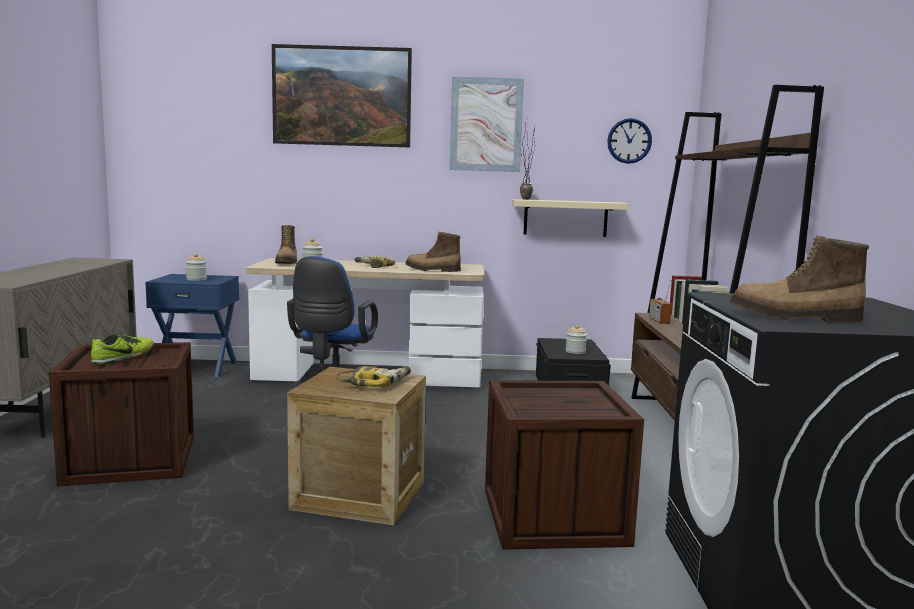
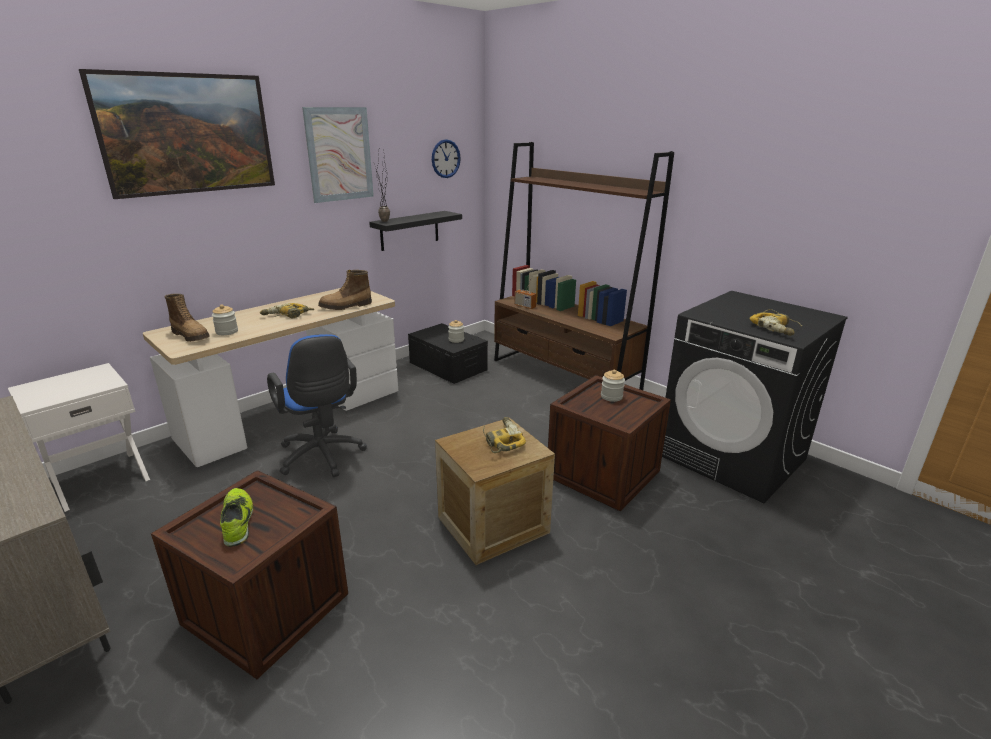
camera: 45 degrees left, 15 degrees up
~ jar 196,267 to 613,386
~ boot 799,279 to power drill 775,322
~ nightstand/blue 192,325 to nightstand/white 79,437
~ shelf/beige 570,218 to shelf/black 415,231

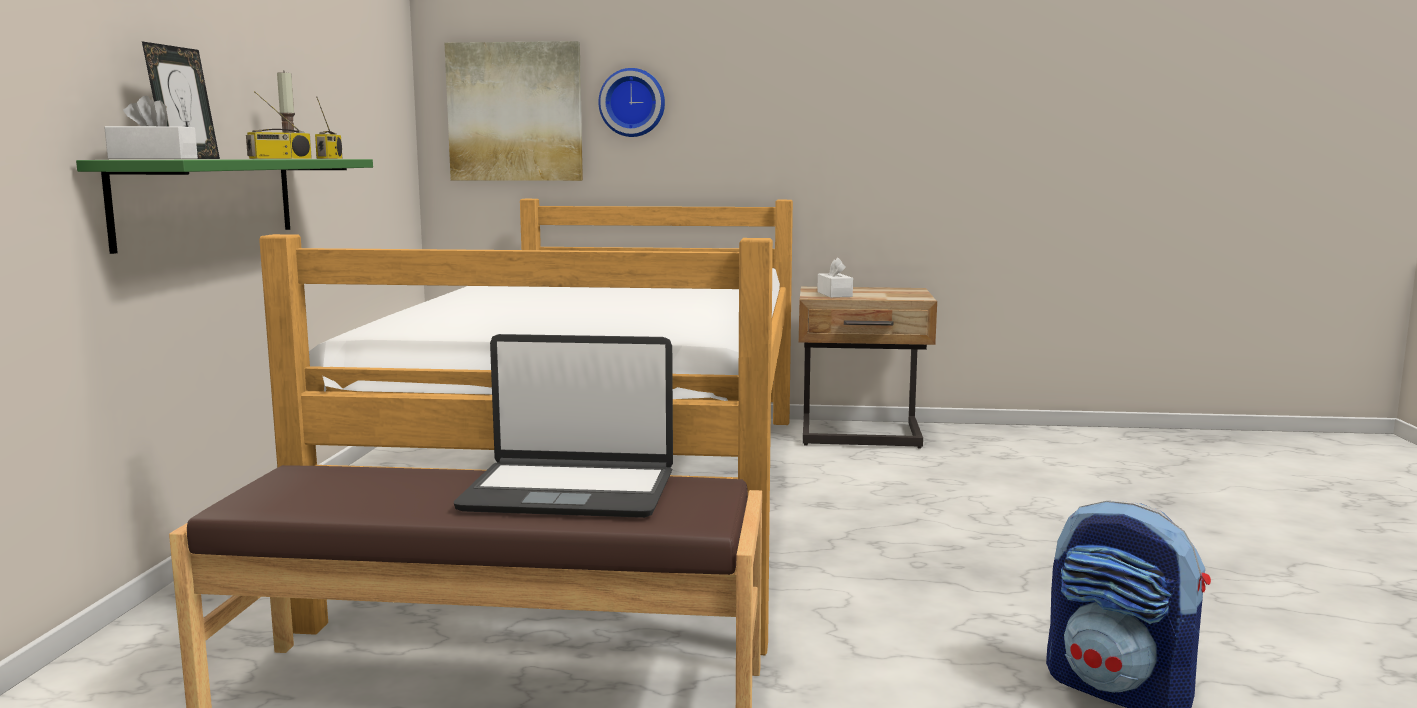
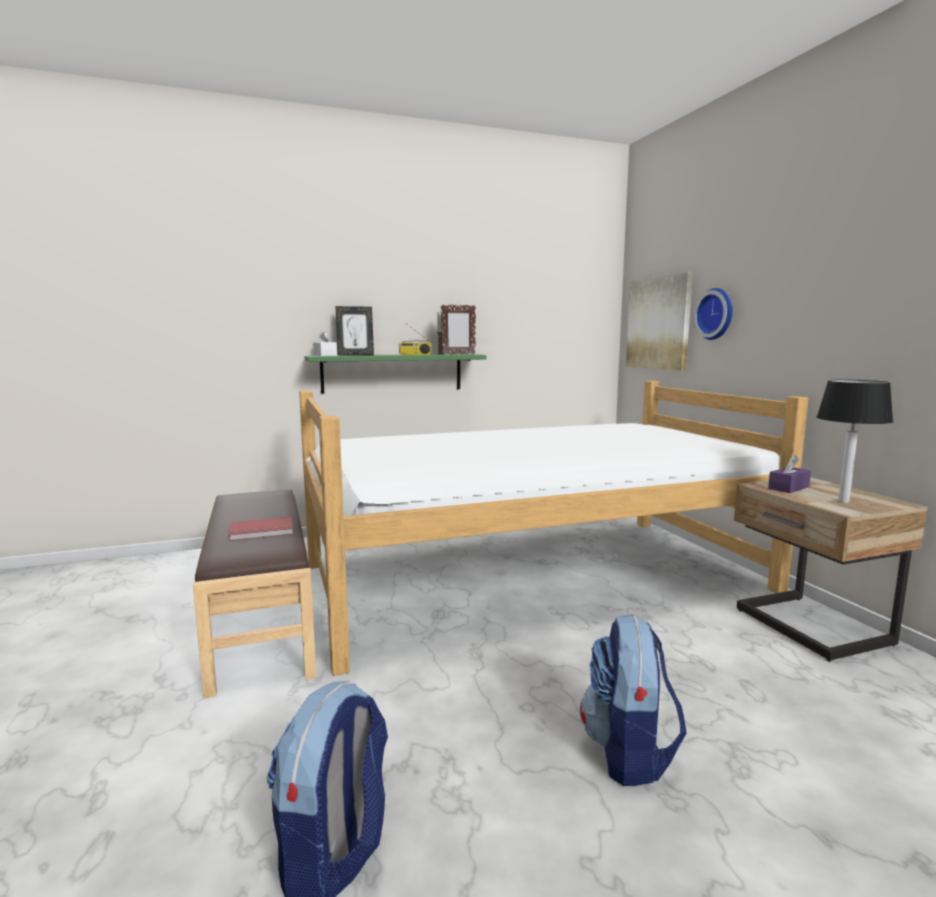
camera: 65 degrees right, 0 degrees up
+ backpack 633,700
+ table lamp 855,441
~ radio 328,127 to picture frame 458,330
~ laptop 563,426 to book/red 261,529
~ tissue box/white 835,277 to tissue box/purple 789,473

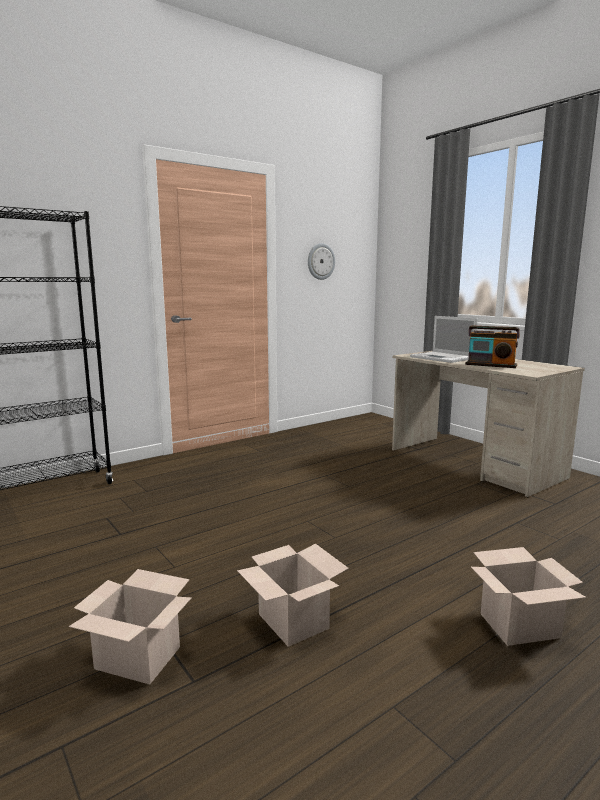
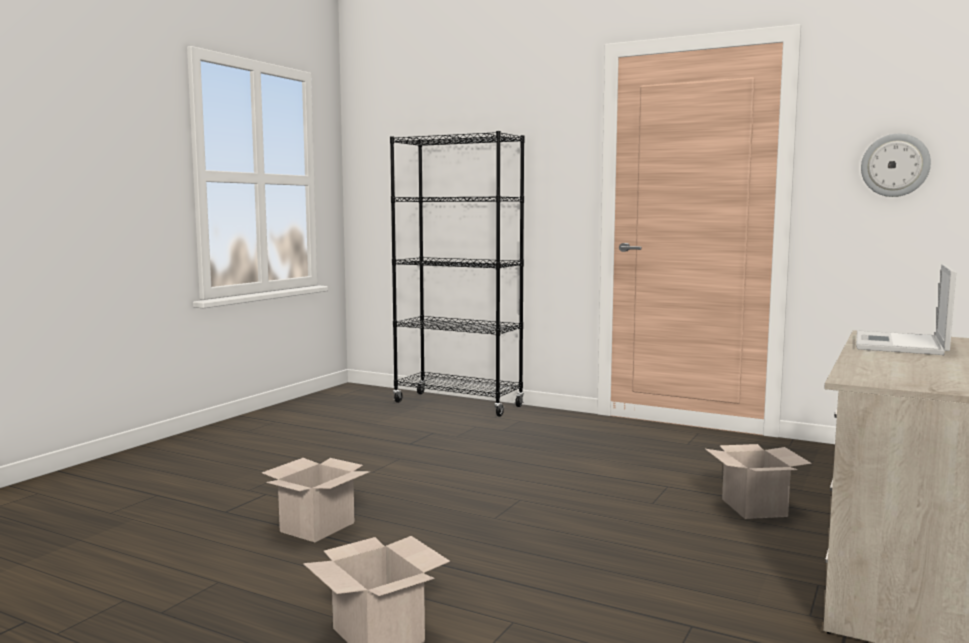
camera: 65 degrees right, 5 degrees down
- radio 492,347
~ cardboard box 130,627 to 758,481

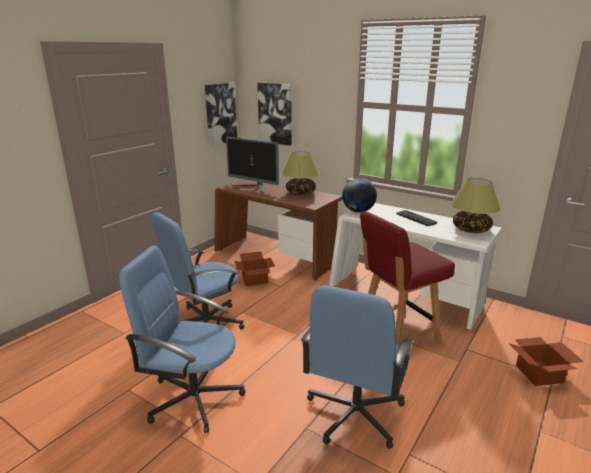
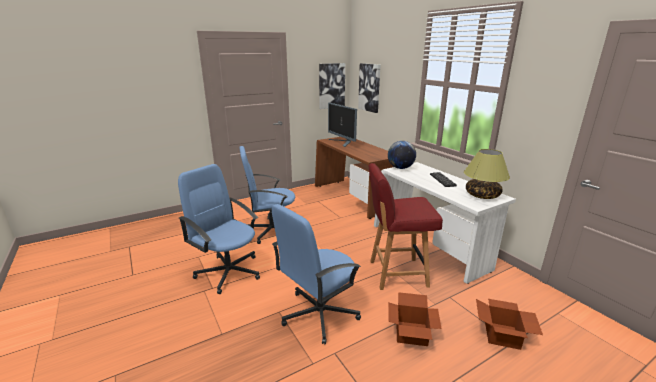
camera: 25 degrees right, 0 degrees up
- table lamp 301,173
~ cardboard box 254,268 to 415,319

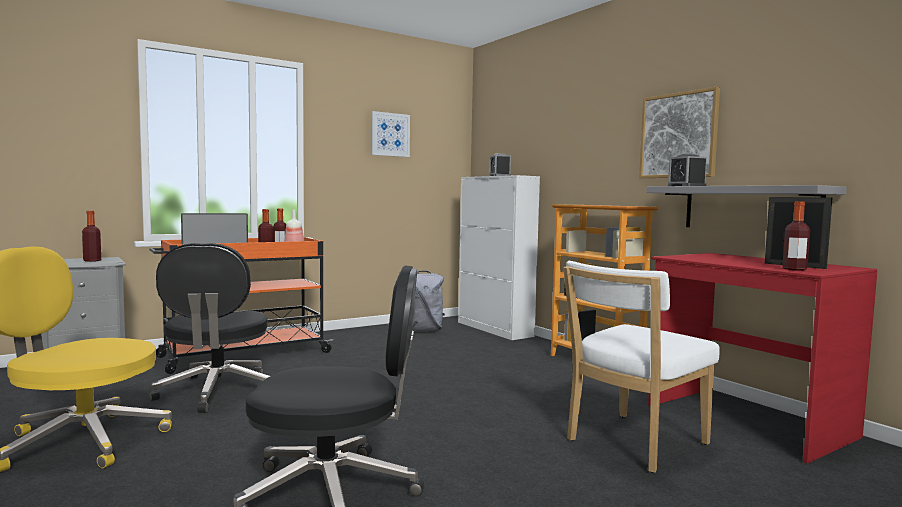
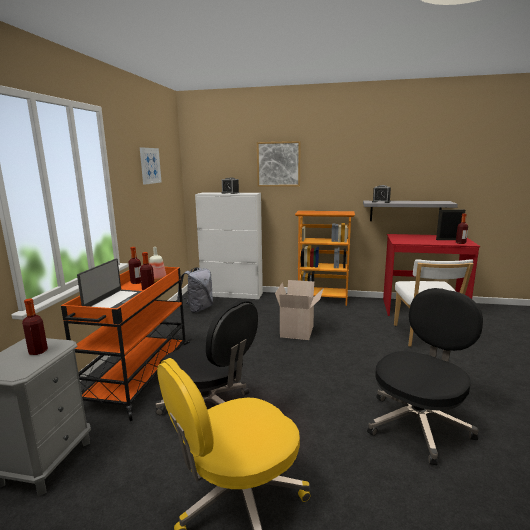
camera: 45 degrees left, 10 degrees up
+ cardboard box 299,310
~ picture 679,132 to 279,164

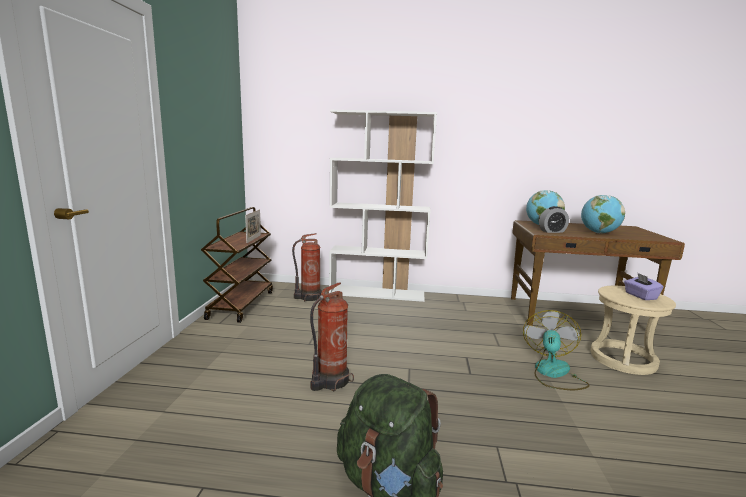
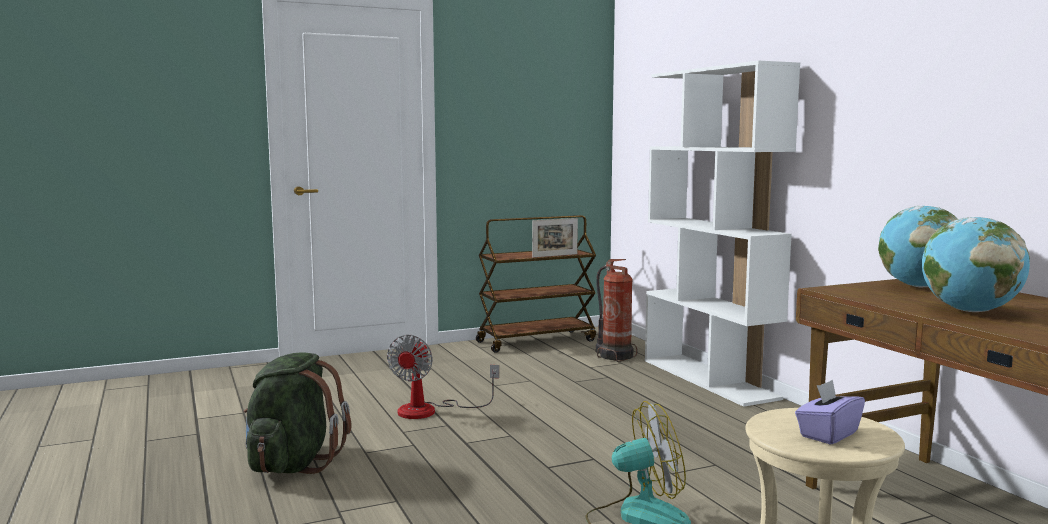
camera: 60 degrees right, 5 degrees down
- alarm clock 554,219
~ fire extinguisher 332,336 to fan 443,377

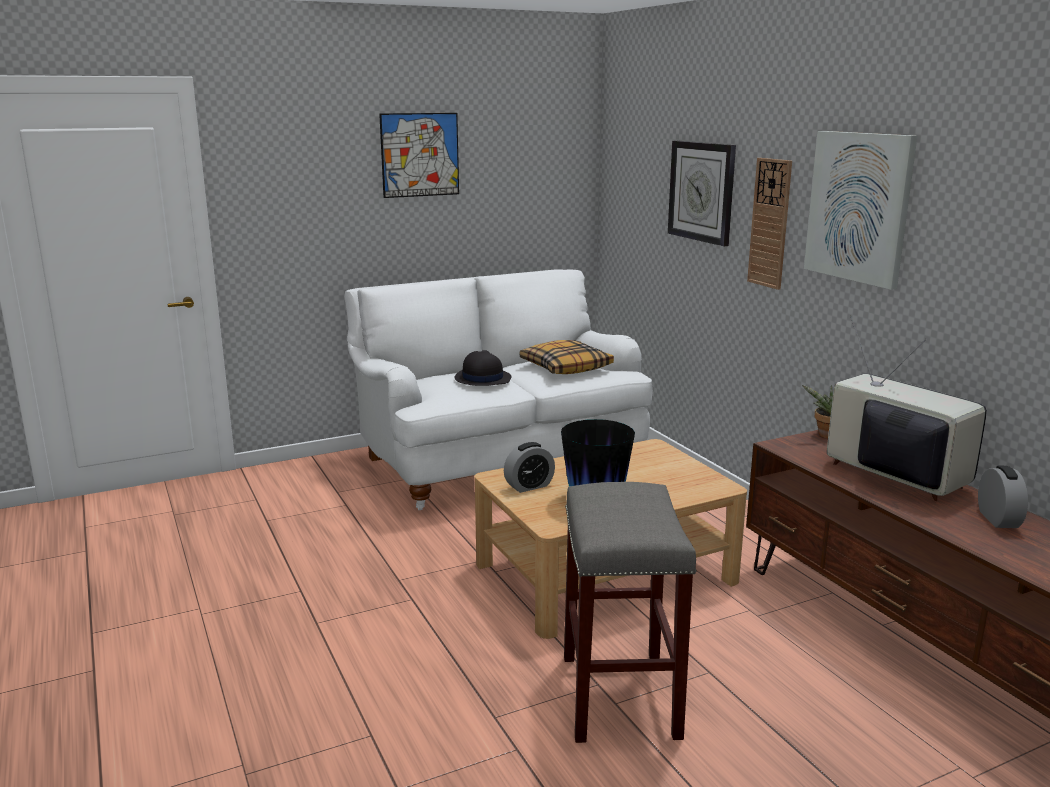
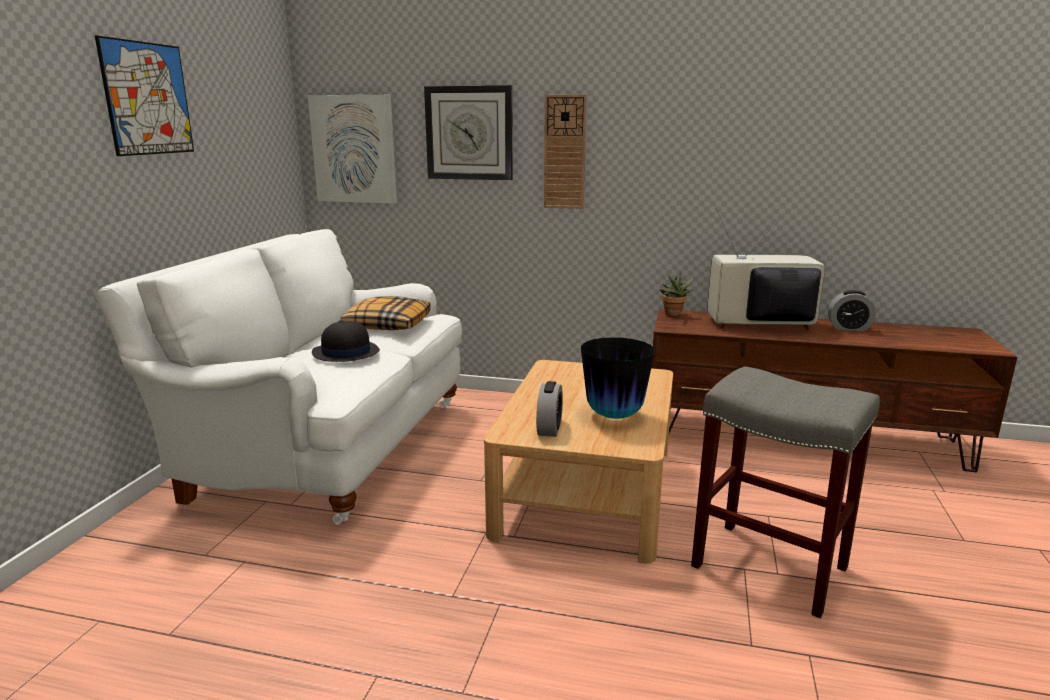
camera: 50 degrees left, 0 degrees up
~ picture 860,210 to 352,149
~ alarm clock 1003,497 = 852,310 150 degrees clockwise

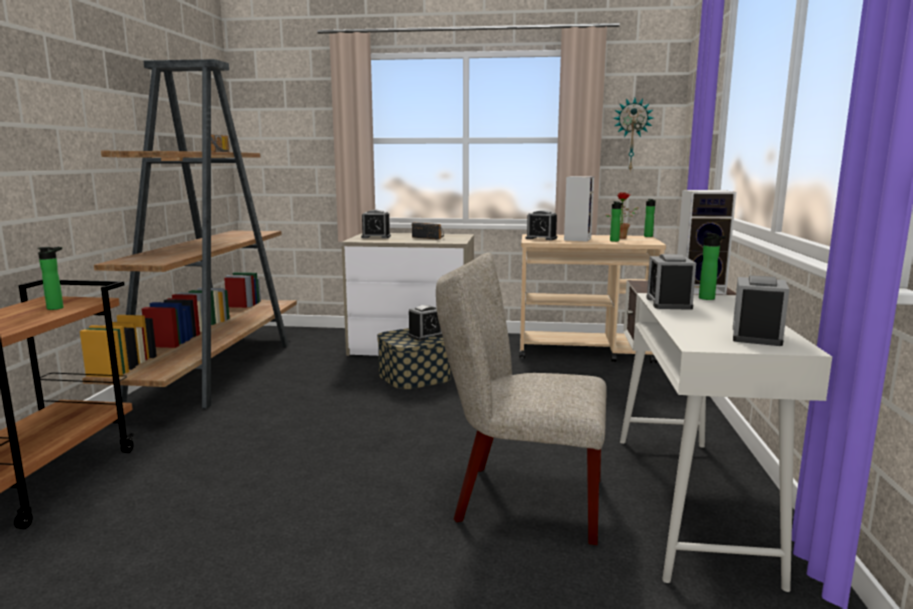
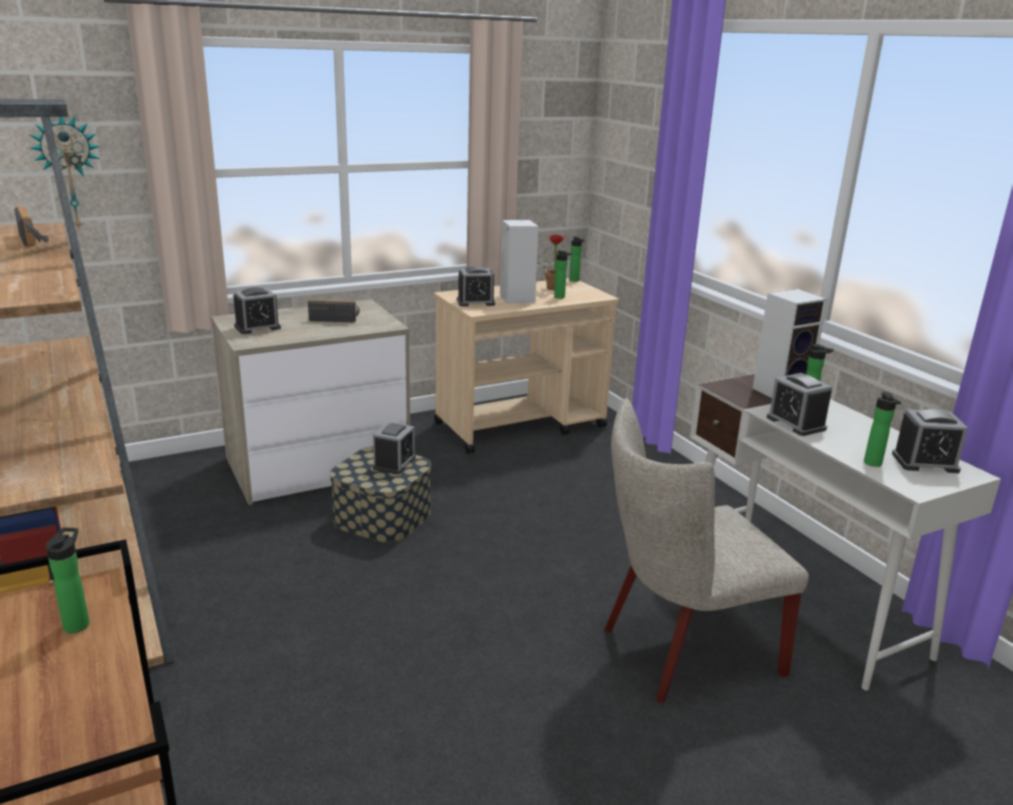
camera: 35 degrees left, 10 degrees up
+ bottle 882,429
~ wall clock 633,134 to 65,173
~ alarm clock 761,310 = 930,441 75 degrees counterclockwise

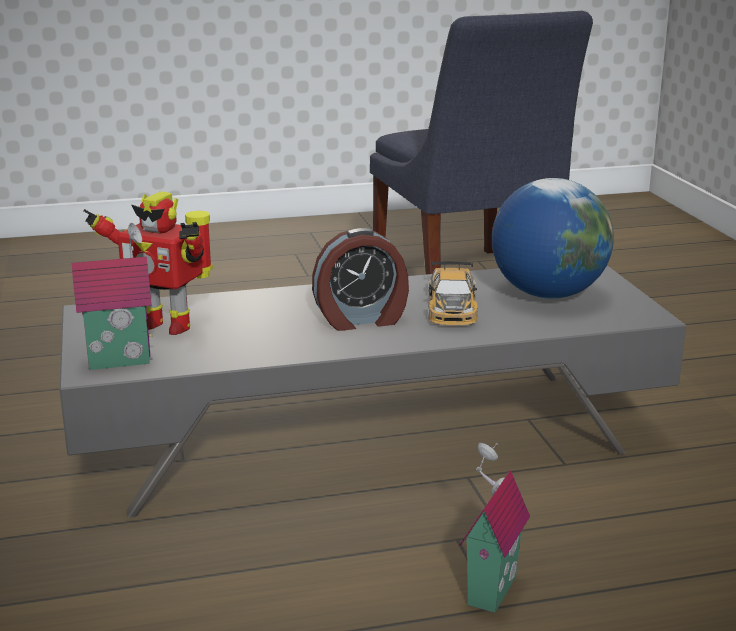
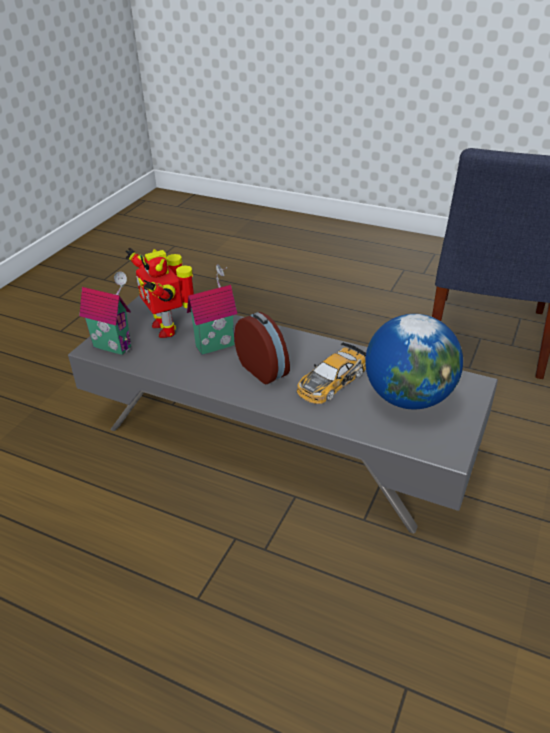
camera: 40 degrees right, 15 degrees up
~ toy house 494,528 to 212,309
~ alarm clock 360,279 = 262,348 150 degrees counterclockwise

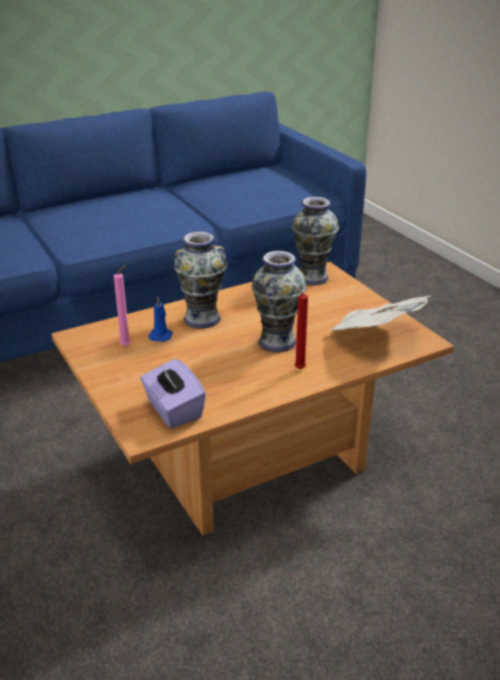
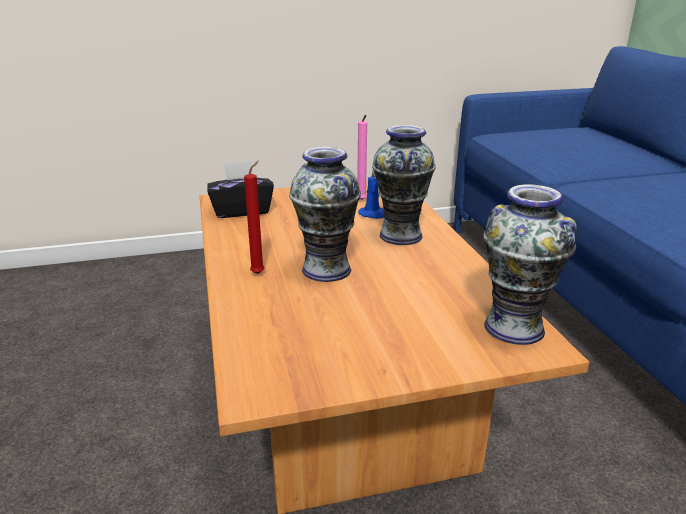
camera: 105 degrees right, 5 degrees down
- newspaper 379,313
~ tissue box/purple 173,393 to tissue box/black 240,189

